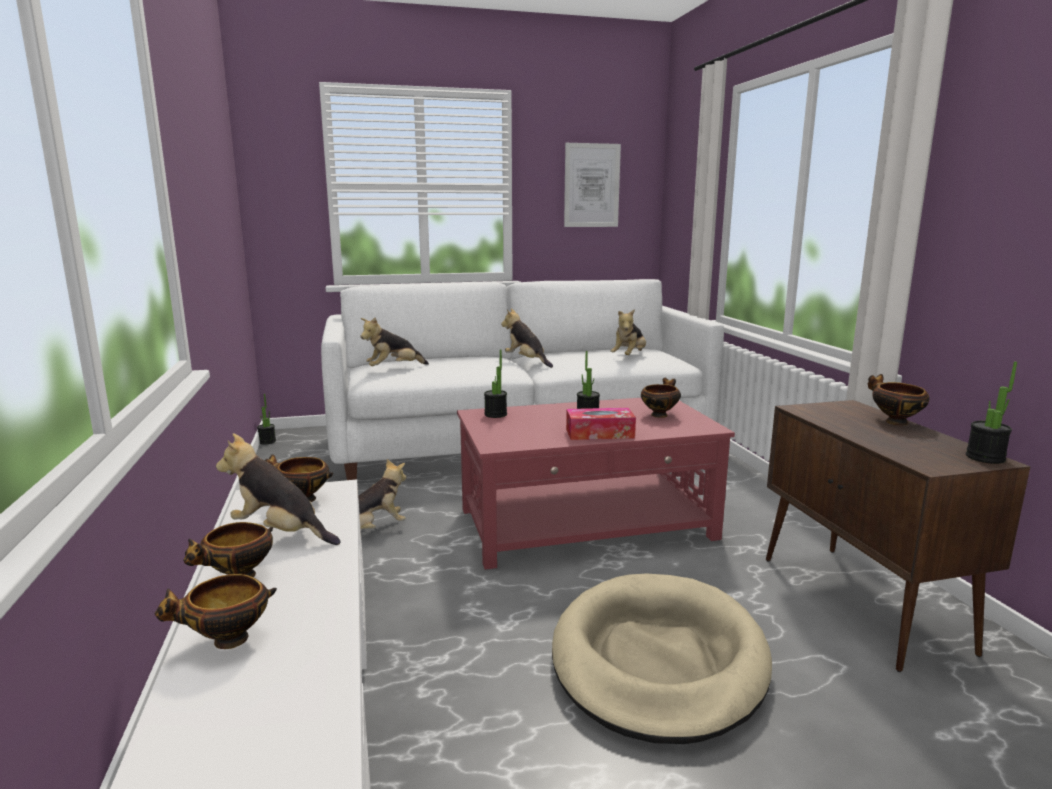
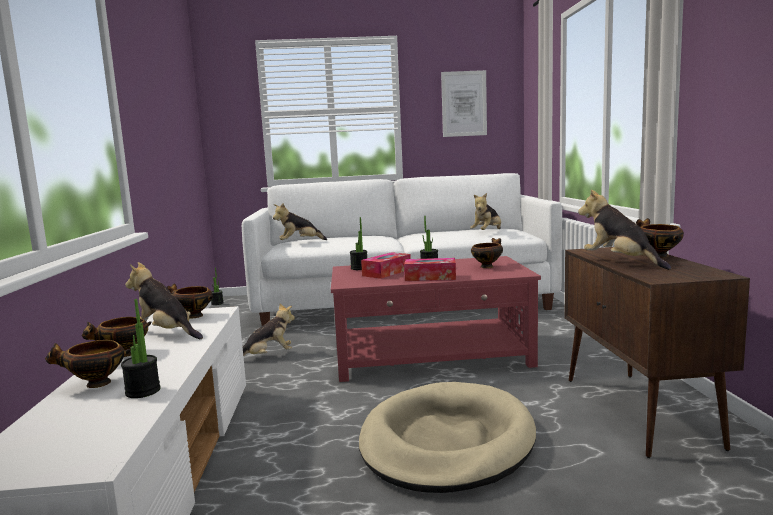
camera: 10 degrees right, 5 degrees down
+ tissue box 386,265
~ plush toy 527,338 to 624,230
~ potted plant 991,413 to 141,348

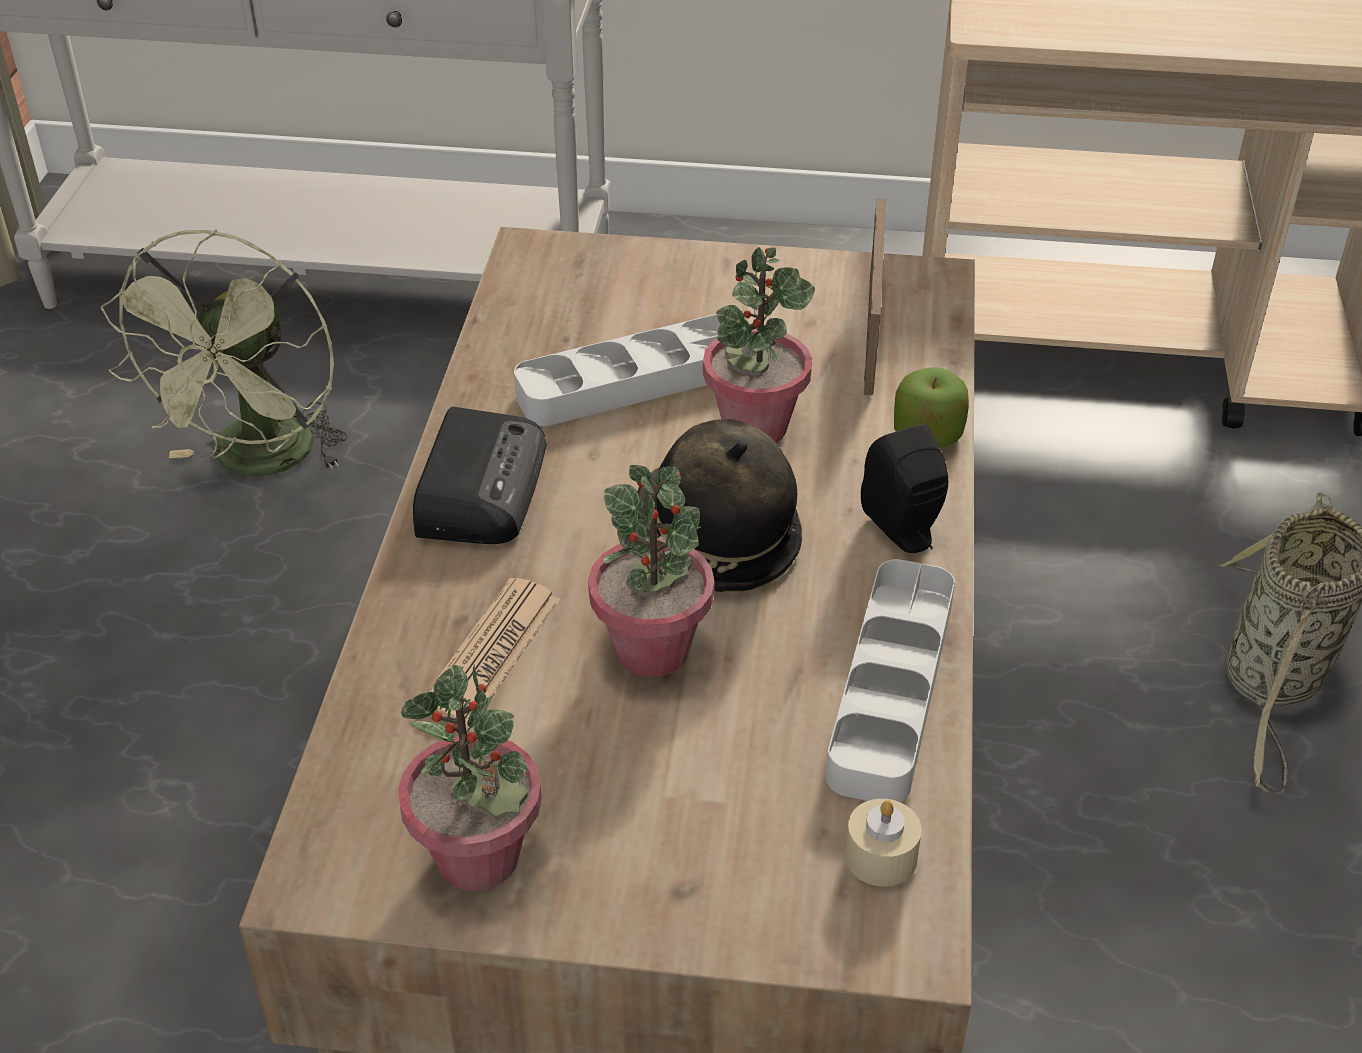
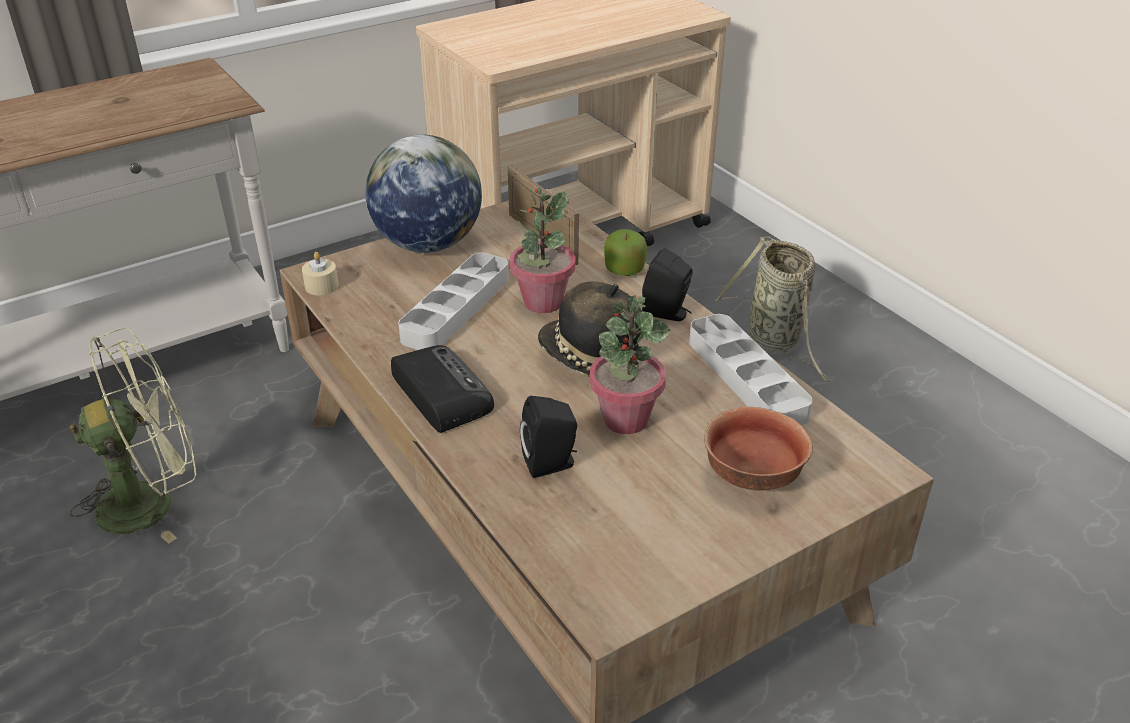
camera: 40 degrees left, 5 degrees down
- potted plant 470,777
+ globe 423,194
+ bowl 758,449
~ candle/beige 883,843 to 320,273
~ newspaper 493,653 to speaker/black 548,437
~ fan/green 224,352 = 133,435 90 degrees counterclockwise

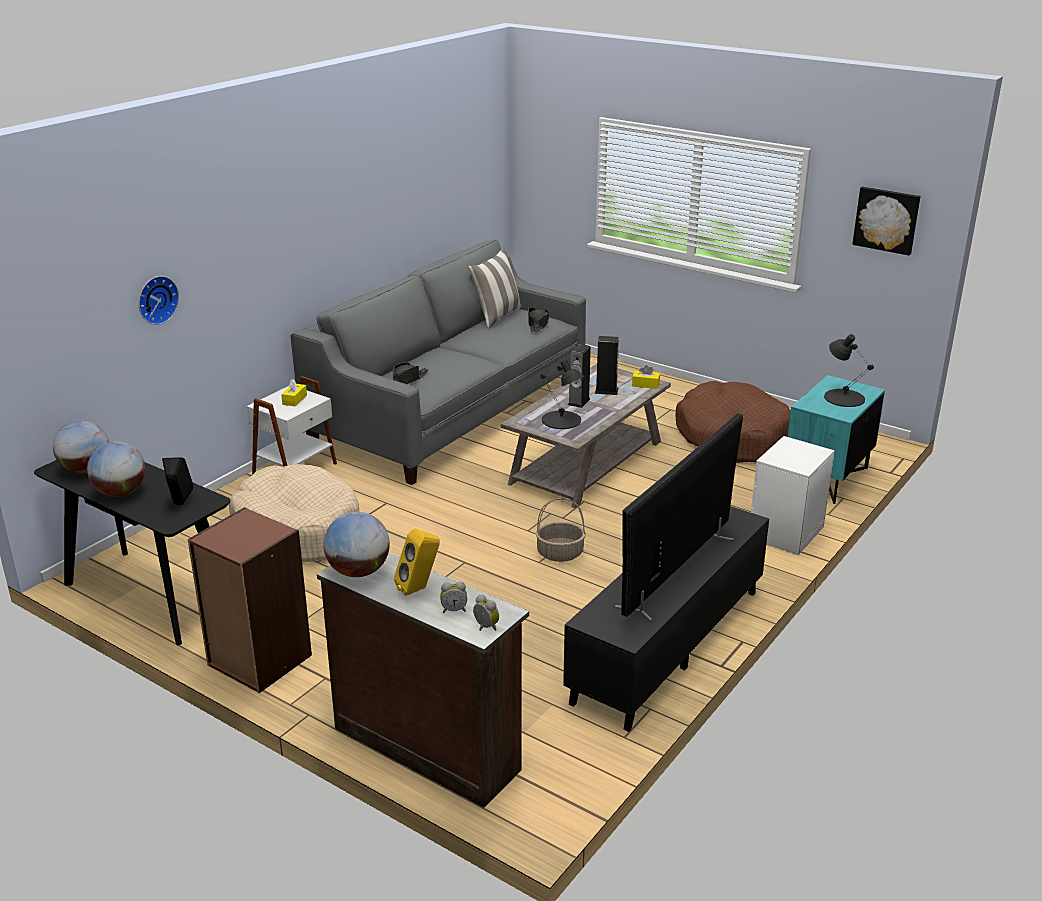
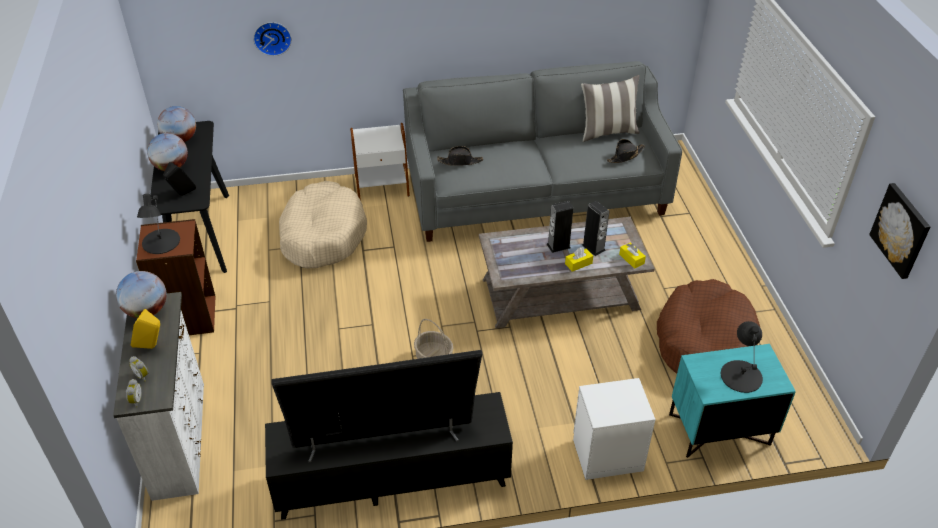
camera: 45 degrees right, 15 degrees up
~ tissue box/yellow 294,392 to 579,259
~ table lamp/black 562,394 to 158,224
~ dresser/brown 423,680 to dresser/white 158,396

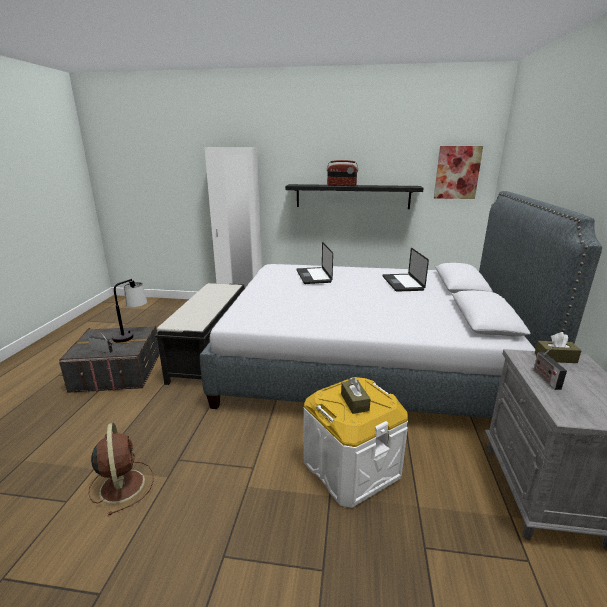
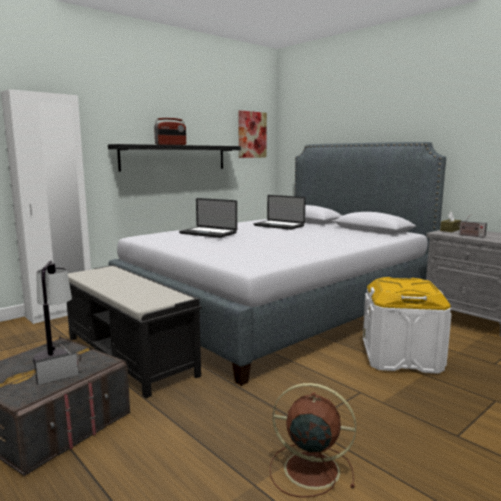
camera: 50 degrees left, 10 degrees down
- tissue box/brown 356,396

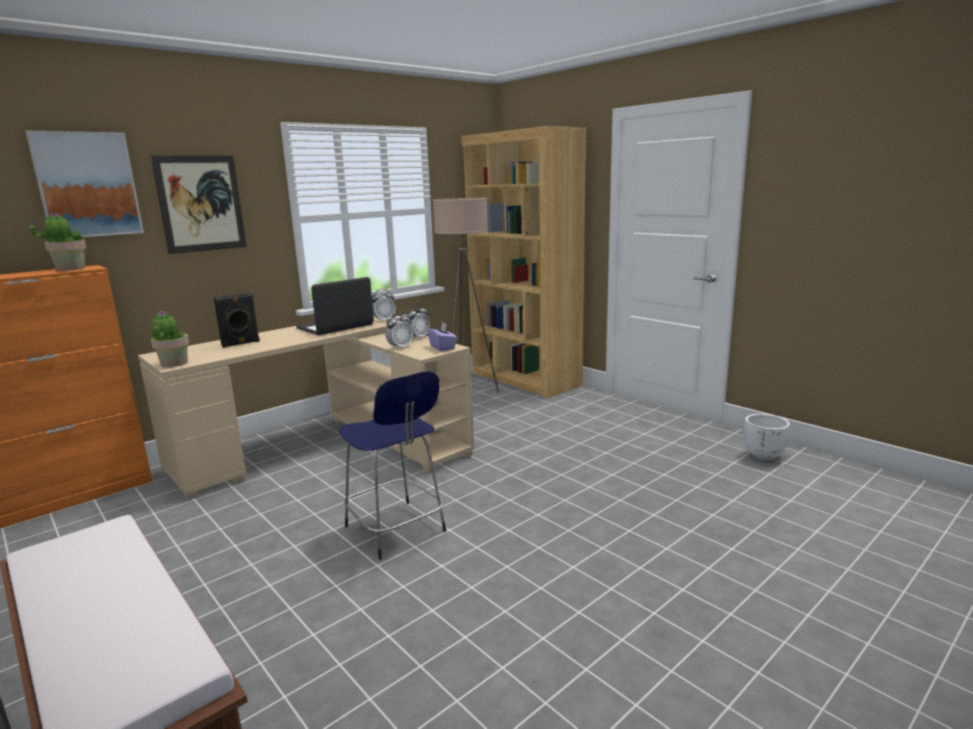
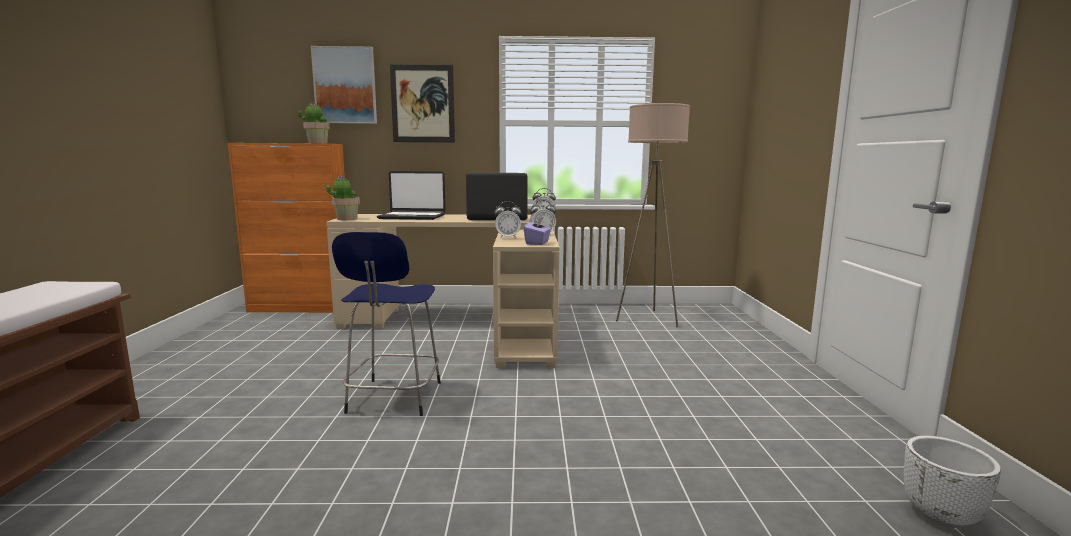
camera: 40 degrees right, 5 degrees down
- bookcase/brown 523,262
~ speaker/black 237,320 to laptop 411,195

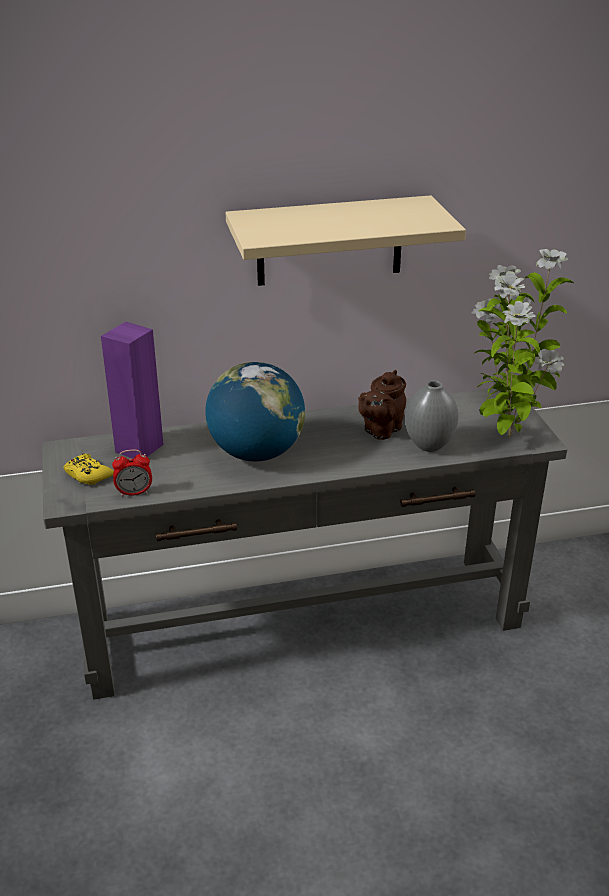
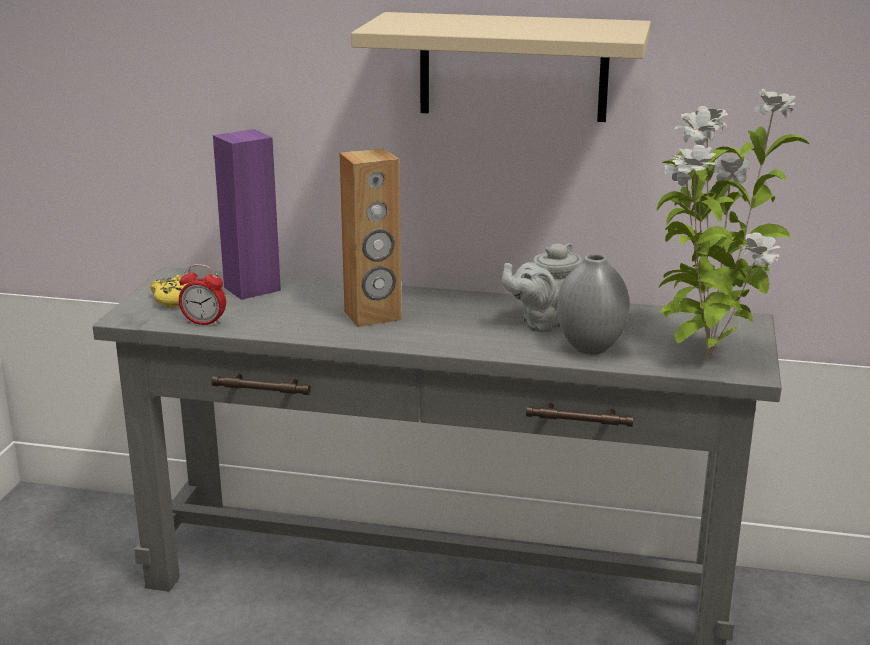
camera: 25 degrees right, 10 degrees down
~ globe 255,411 to speaker/brown 370,237
~ teapot/brown 382,405 to teapot/grey 542,287

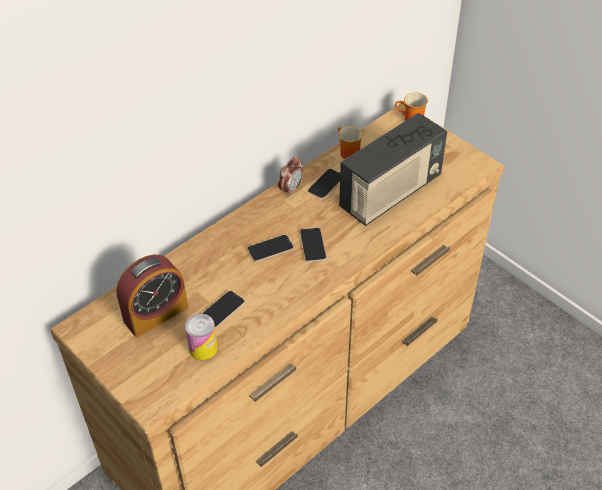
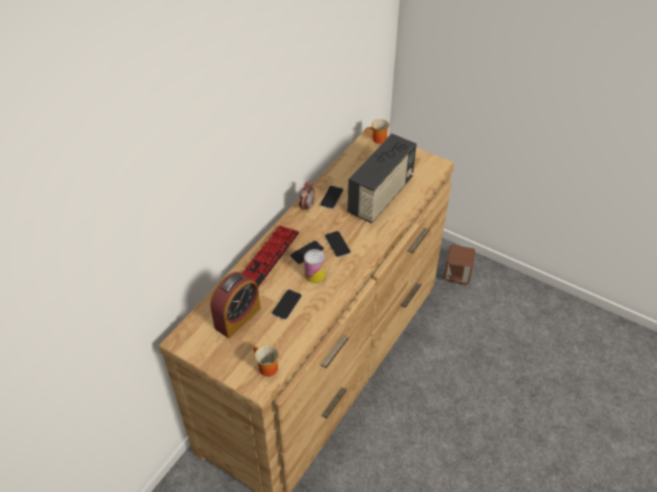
camera: 15 degrees left, 0 degrees up
+ keyboard 270,256
+ speaker/brown 459,264
~ can 201,337 to 314,266
~ mug 350,142 to 266,361

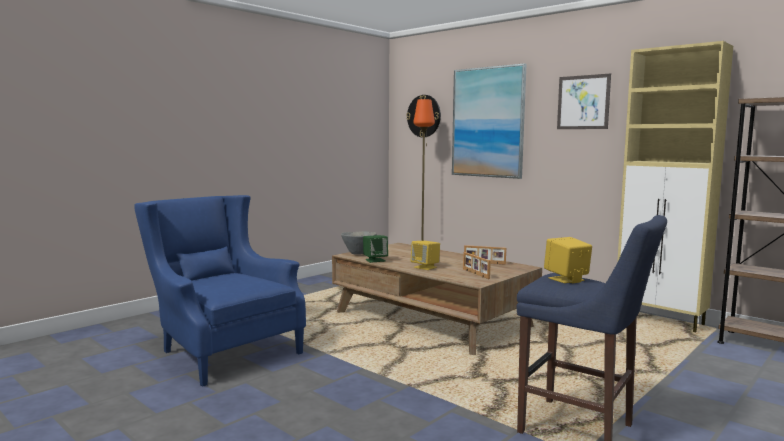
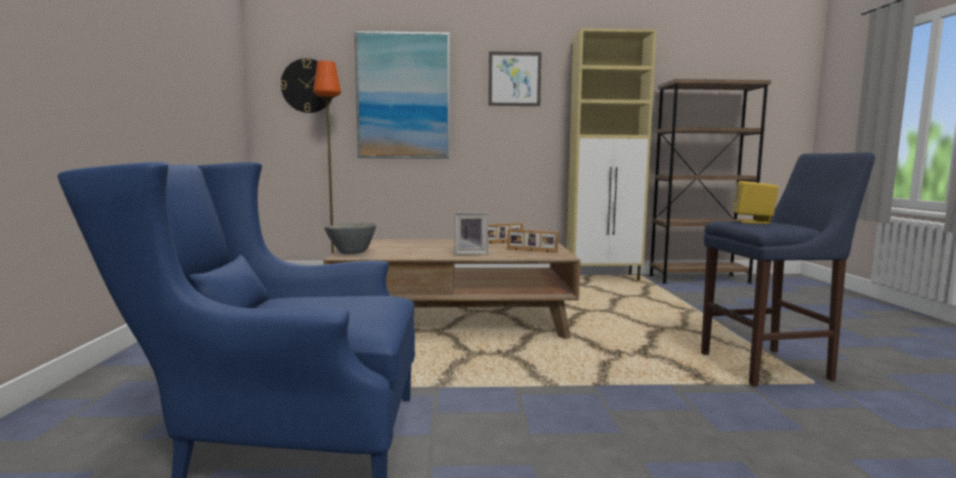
camera: 45 degrees left, 0 degrees up
- speaker/green 375,249
~ speaker/yellow 425,255 to picture frame 471,233

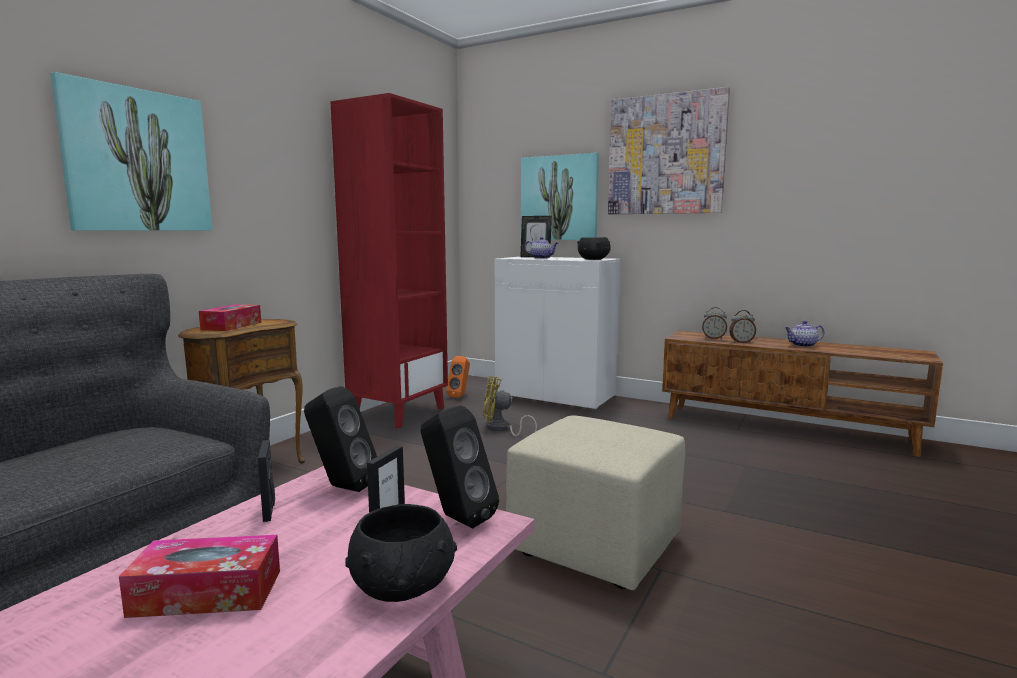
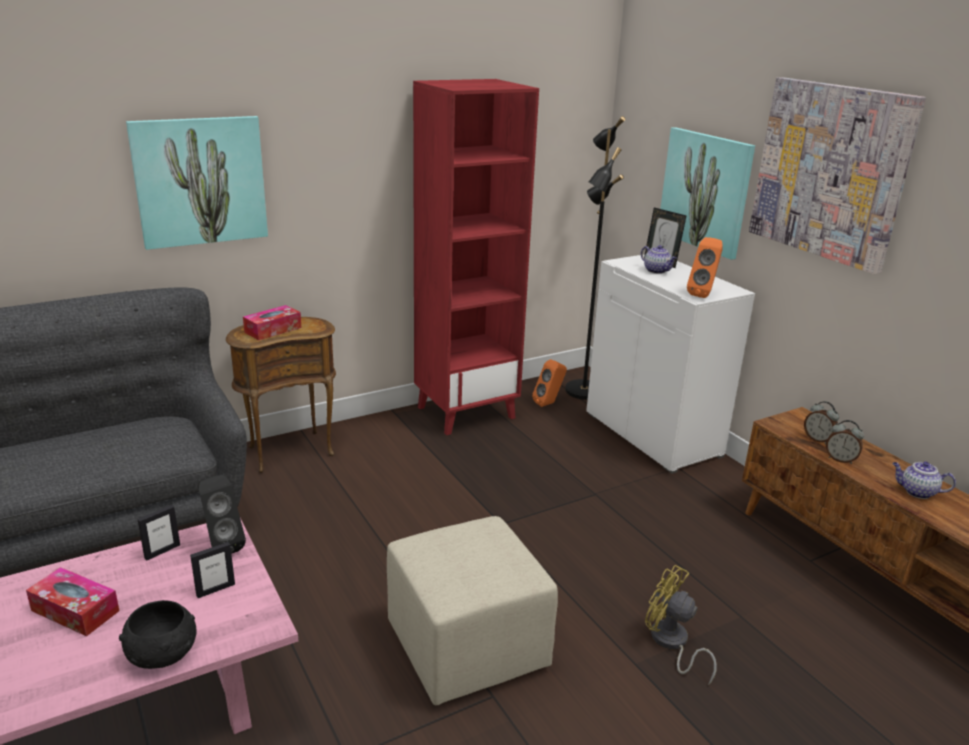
camera: 30 degrees right, 15 degrees up
- speaker/black 460,467
+ floor lamp/black 595,258
~ fan/yellow 510,406 to 681,625
~ bowl/black 594,248 to speaker/orange 705,267
~ picture frame 266,481 = 158,532 150 degrees counterclockwise

